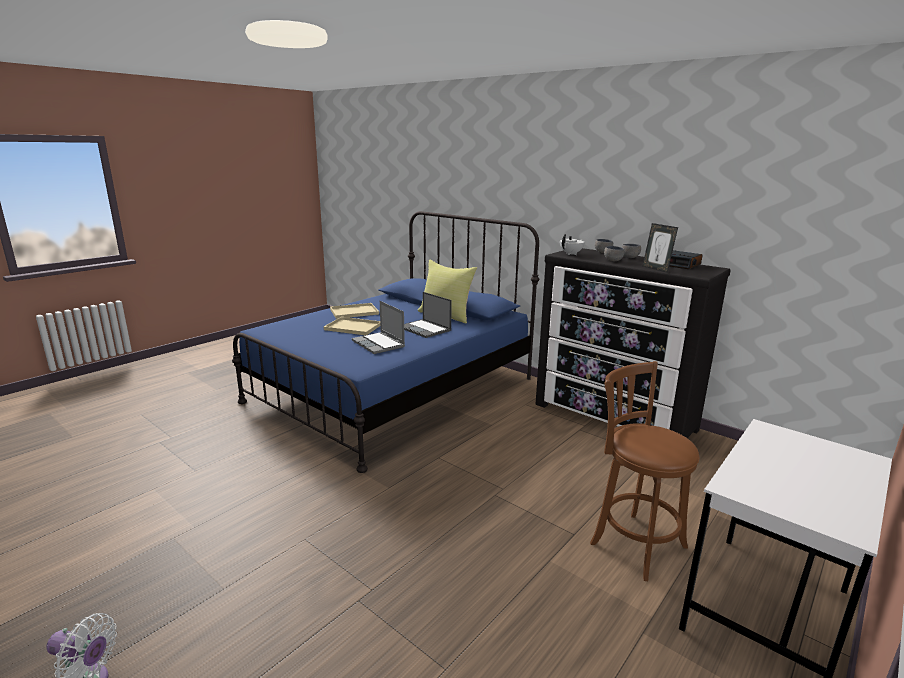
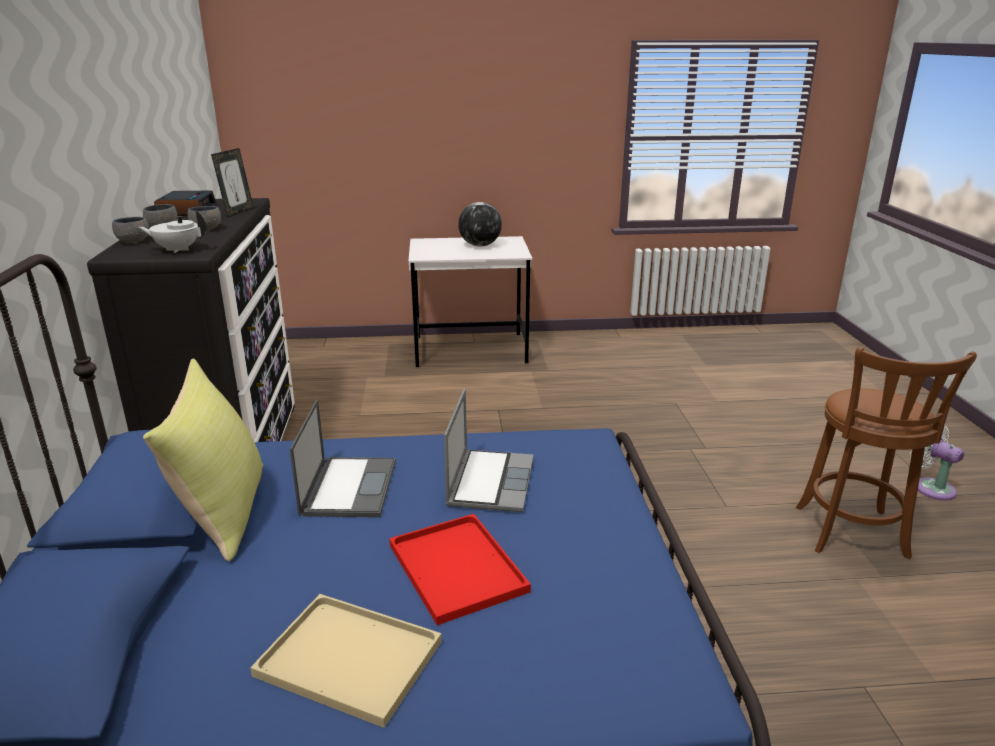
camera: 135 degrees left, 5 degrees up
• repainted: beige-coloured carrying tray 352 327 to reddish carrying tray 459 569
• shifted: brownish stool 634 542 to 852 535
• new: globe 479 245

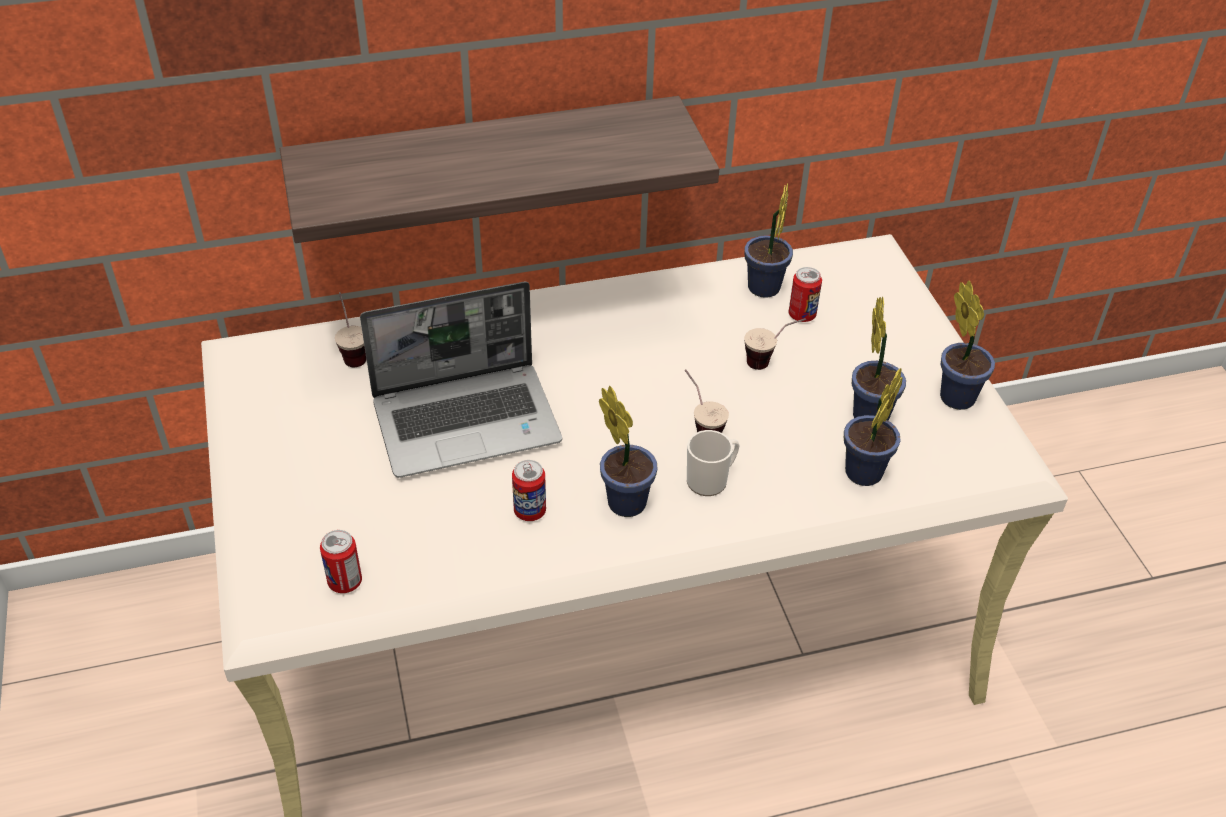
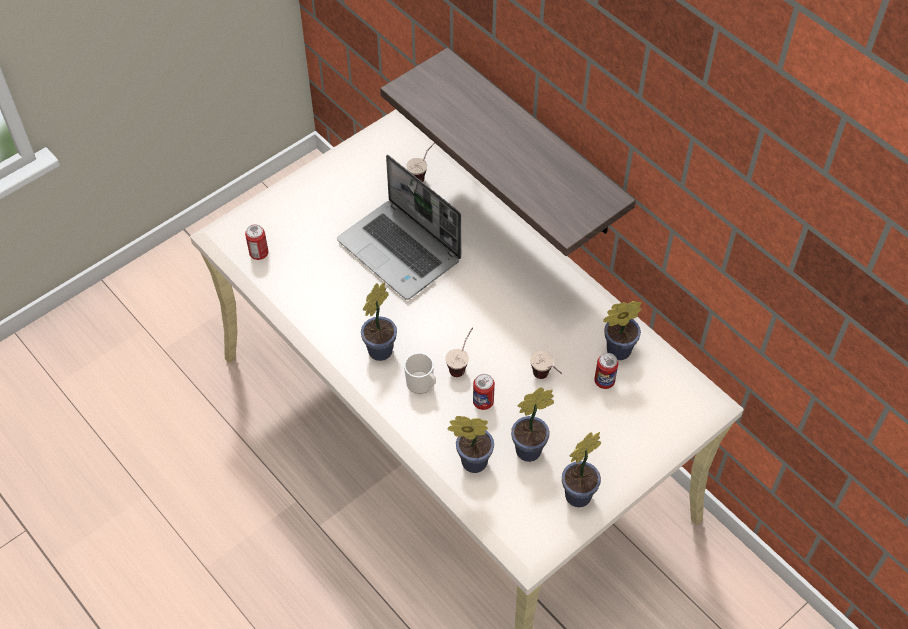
camera: 65 degrees right, 10 degrees up
• shifted: sealed can 530 511 to 483 402

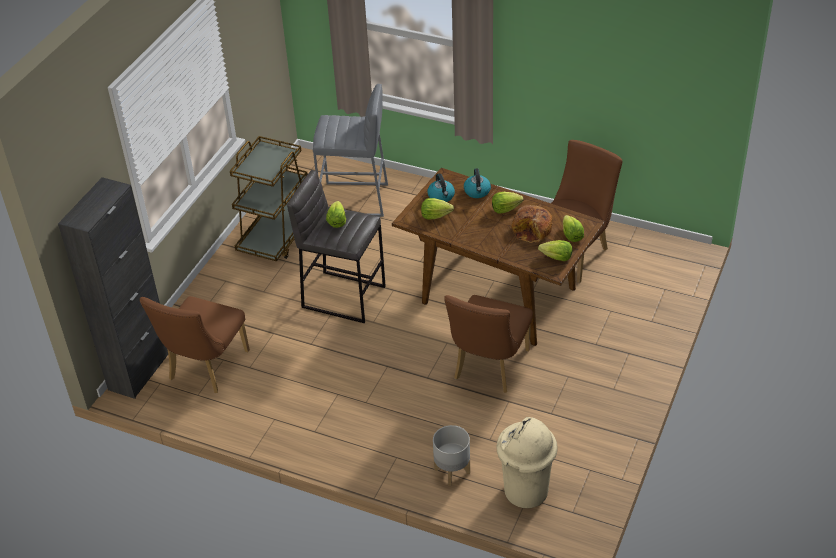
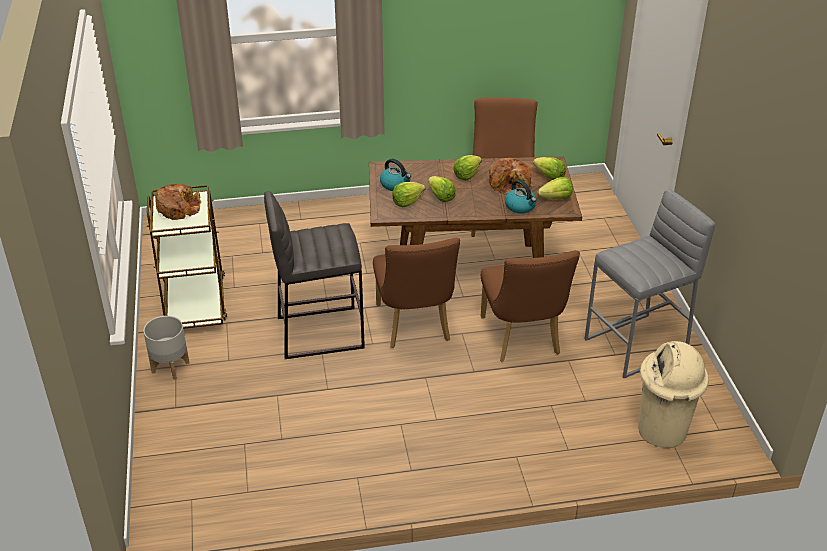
camera: 35 degrees left, 5 degrees down
• gone: black-coloured cabinet 140 370
• shifted: brownish upright chair 205 369 to 415 327
• shifted: greyish stool 355 200 to 637 346
• shifted: lettuce head 337 221 to 440 197
• shifted: greyish flower pot 451 471 to 170 367
• shifted: tea kettle 477 192 to 520 207
• new: baked bread 178 208

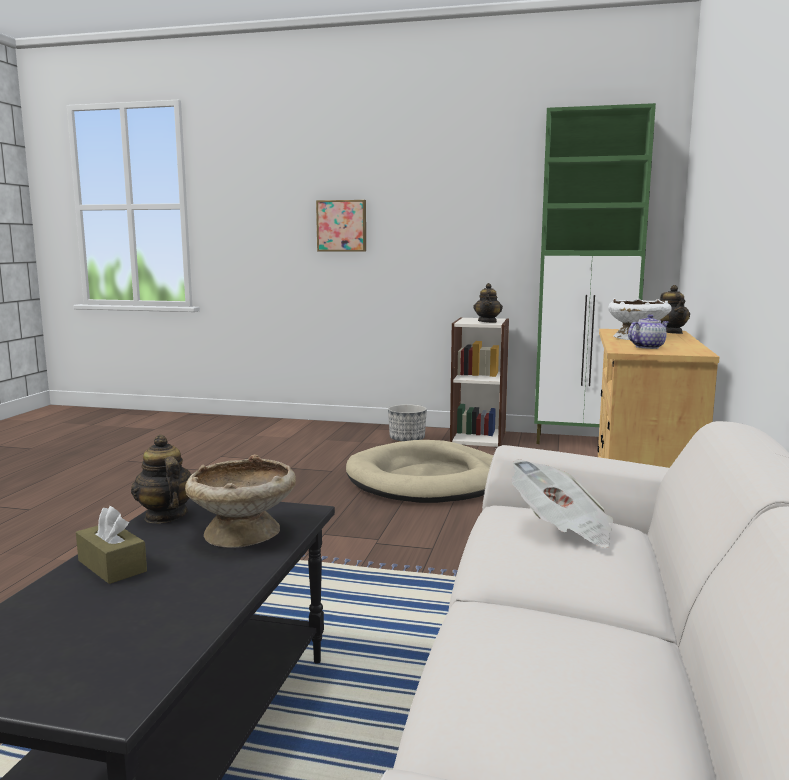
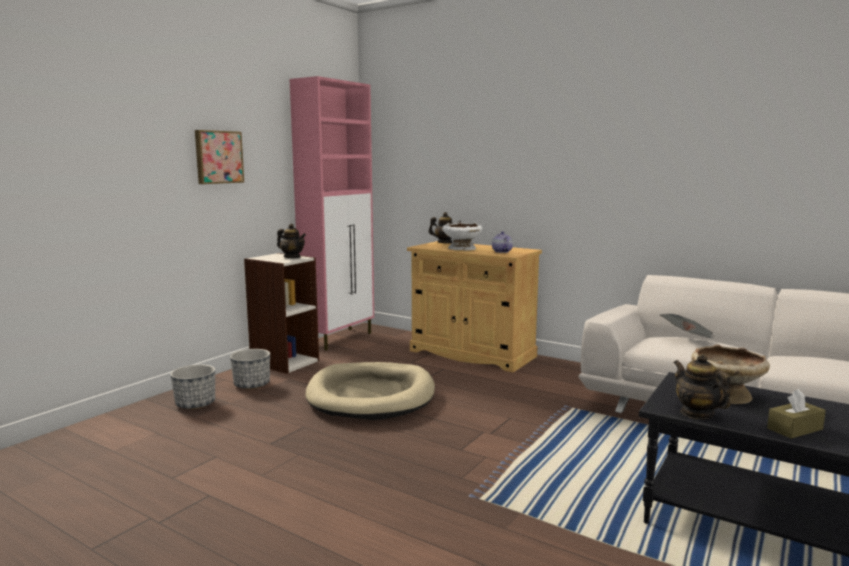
camera: 70 degrees left, 0 degrees up
• rotated: pot for tea 165 516 = 697 413 75 degrees clockwise
• shifted: picture 342 226 to 218 157
• repainted: green cabinet 583 442 to pink cabinet 339 339
• new: flower pot 195 404

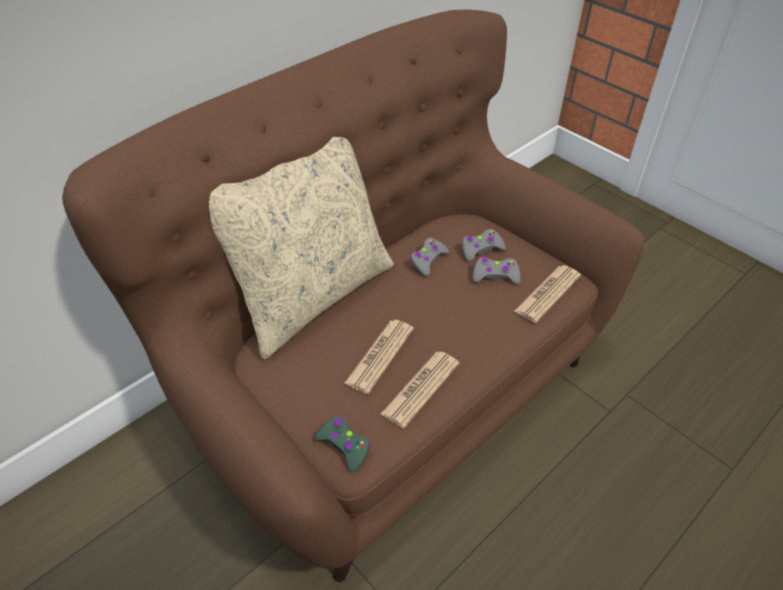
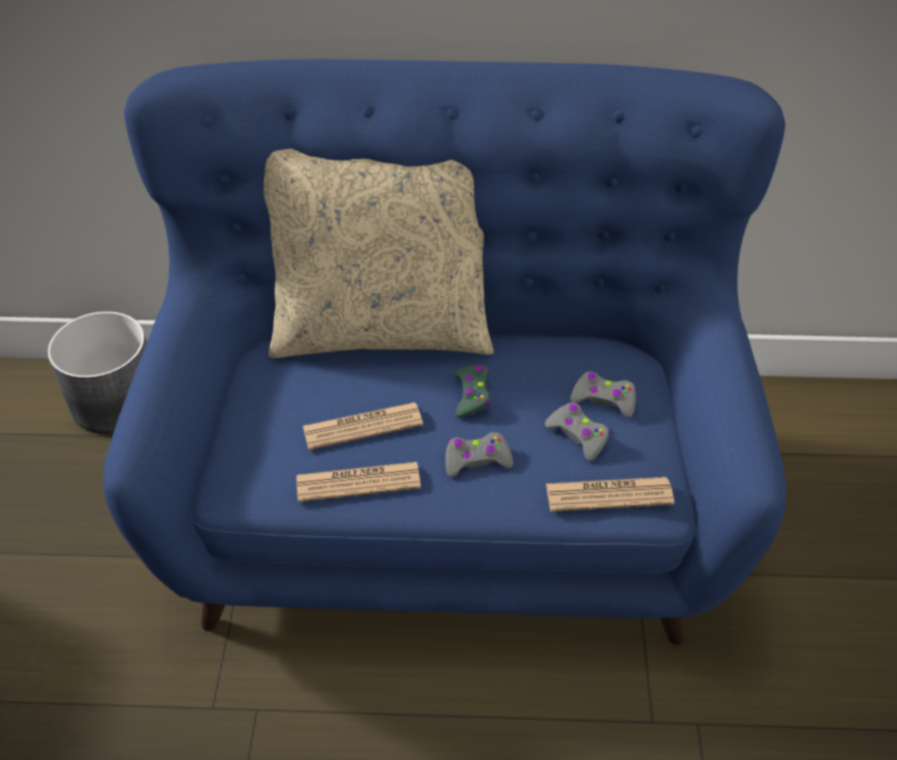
camera: 45 degrees right, 0 degrees up
• repainted: brownish sofa 393 385 to bluish sofa 449 504
• shifted: green gamepad 344 446 to 472 395
• shifted: greyish gamepad 428 260 to 476 460
• new: greyish flower pot 117 400

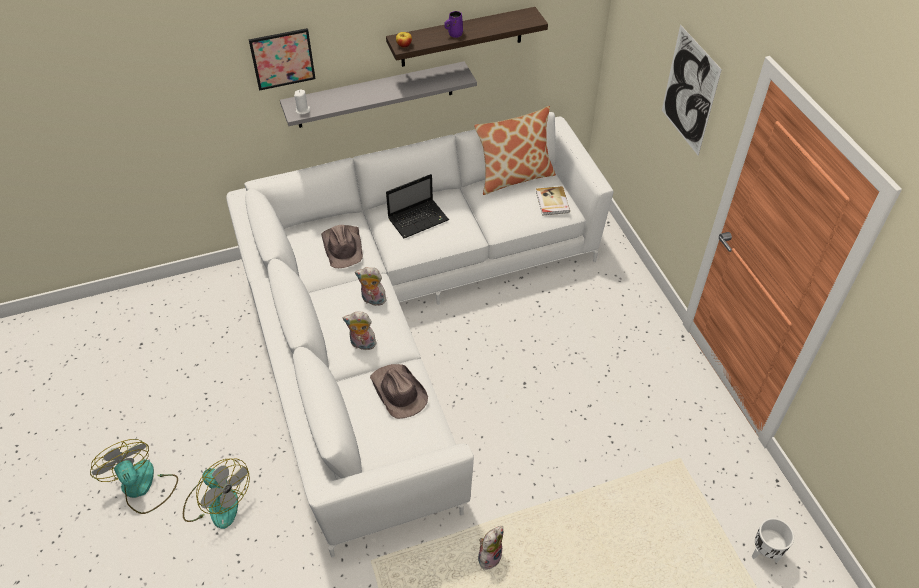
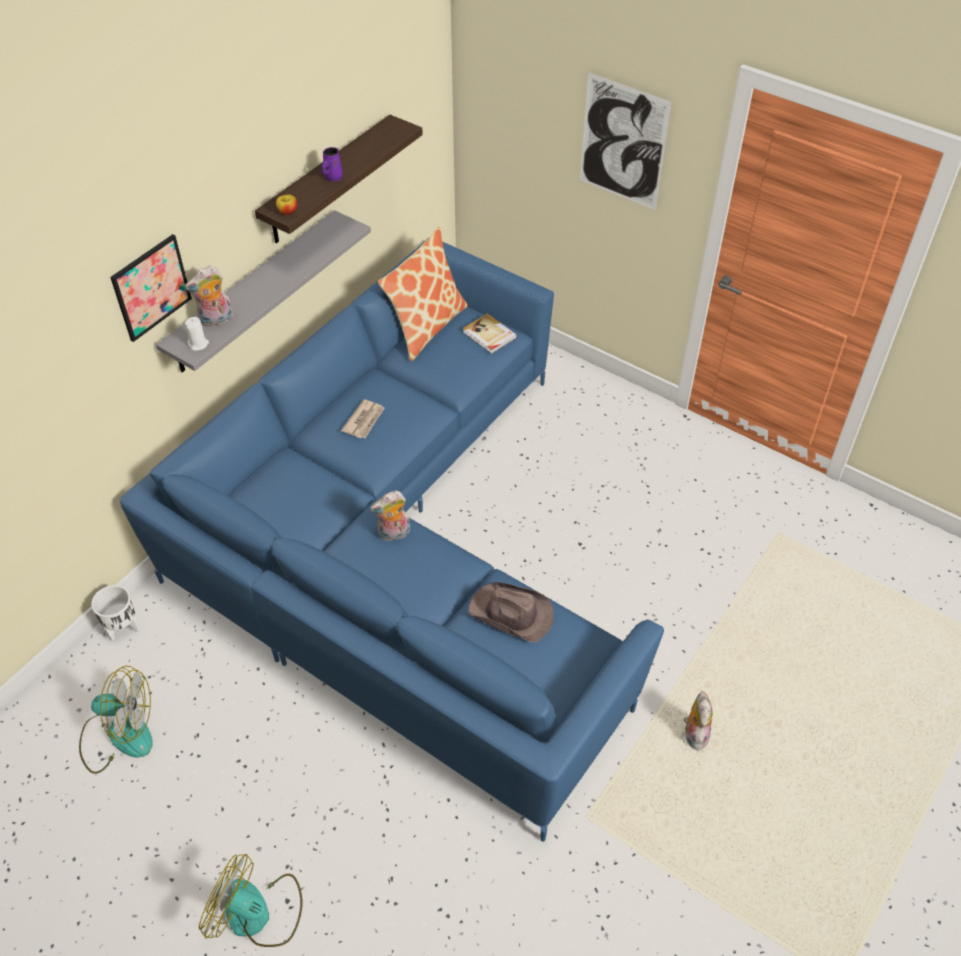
camera: 35 degrees left, 0 degrees up
• shifted: cooling fan 217 502 to 118 735
• repainted: white-coloured sofa 401 321 to bluish sofa 398 551
• gone: brownish wearable hat 343 247
• shifted: plush toy 362 345 to 216 320
• swapped: laptop 419 219 to daily paper 364 420
• shifted: white-coloured flower pot 764 552 to 123 628

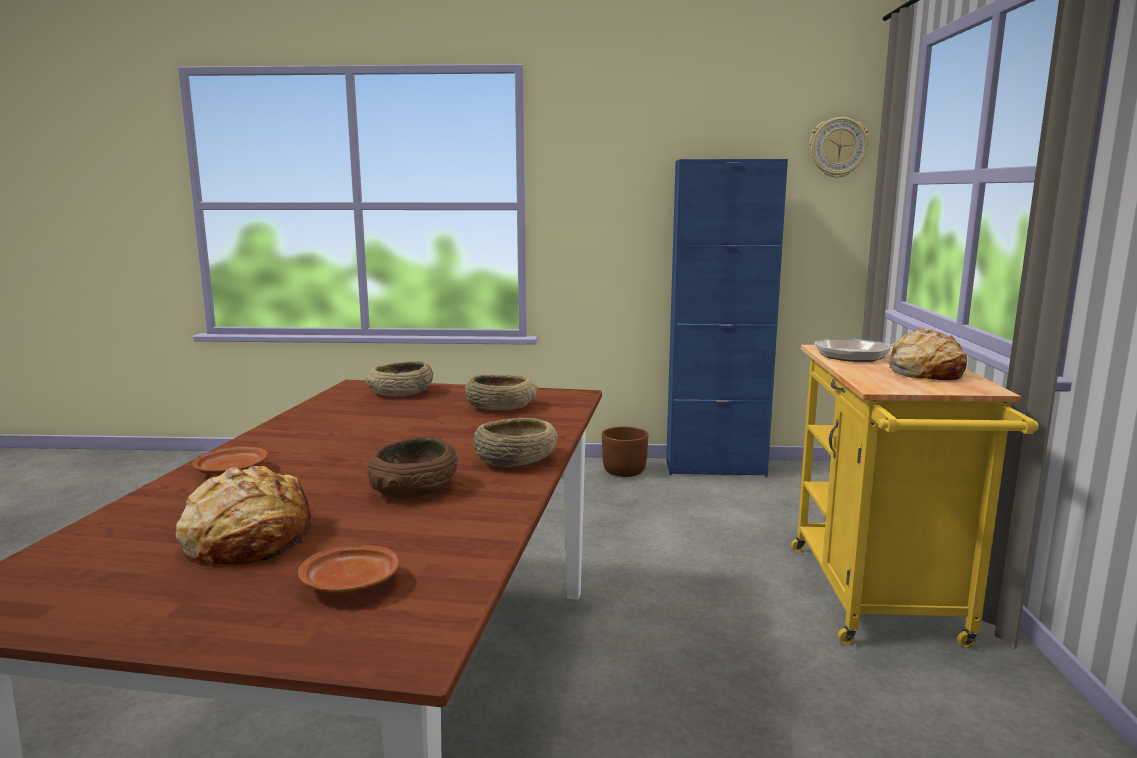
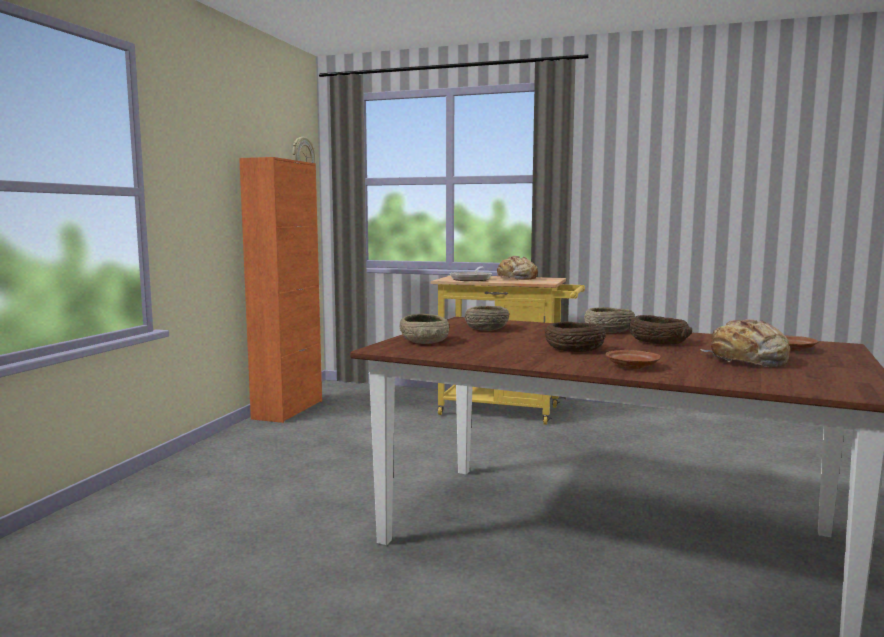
camera: 75 degrees left, 5 degrees down
• gone: brownish flower pot 624 472
• repainted: bluish cabinet 715 468 to orangey cabinet 288 410
• new: brownish serving bowl 573 349

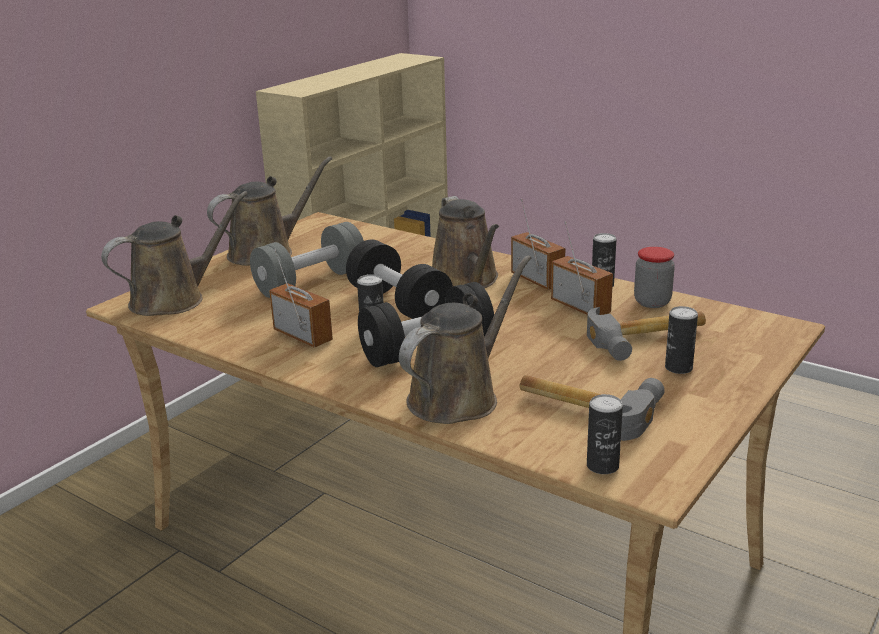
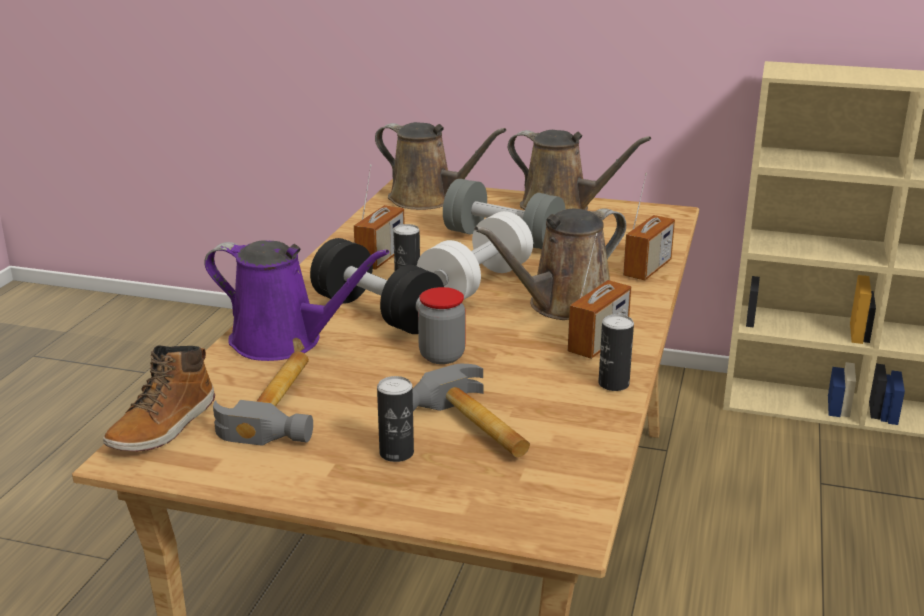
camera: 70 degrees right, 0 degrees up
• repainted: black-coloured free weight 399 304 to white-coloured free weight 476 284
• repainted: brownish watering pot 458 397 to purple watering pot 284 341
• shifted: radio 580 307 to 647 269
• swapped: sealed can 602 466 to tall boot 164 426
• shifted: storage jar 652 302 to 442 356

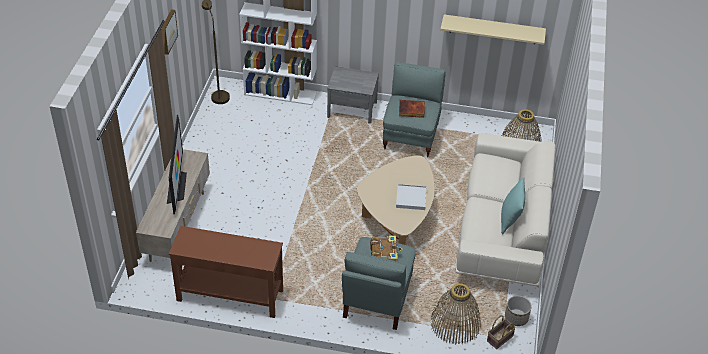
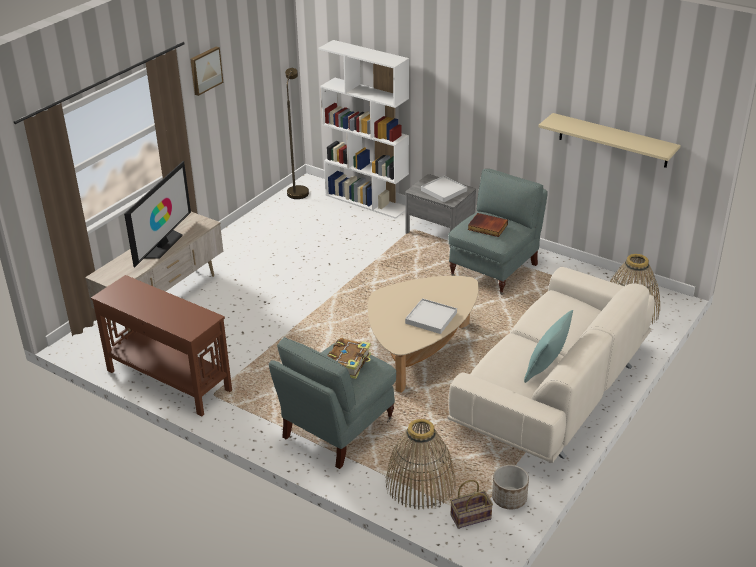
camera: 25 degrees right, 10 degrees down
• new: white-coloured carrying tray 444 191

